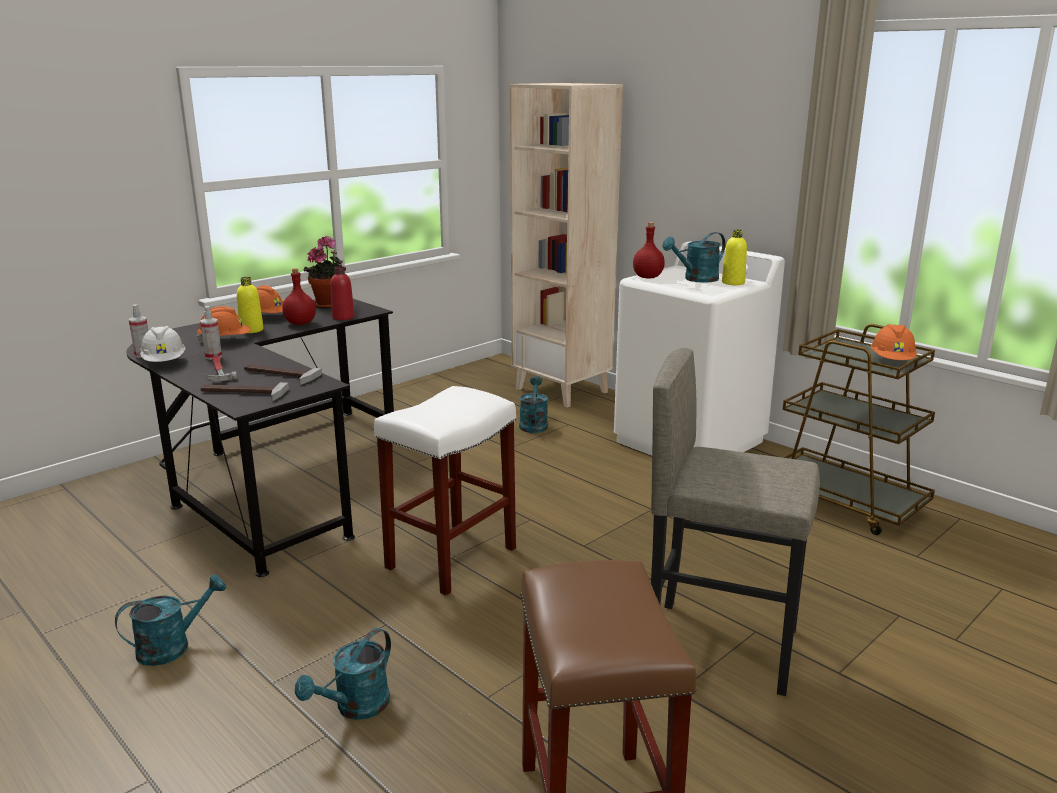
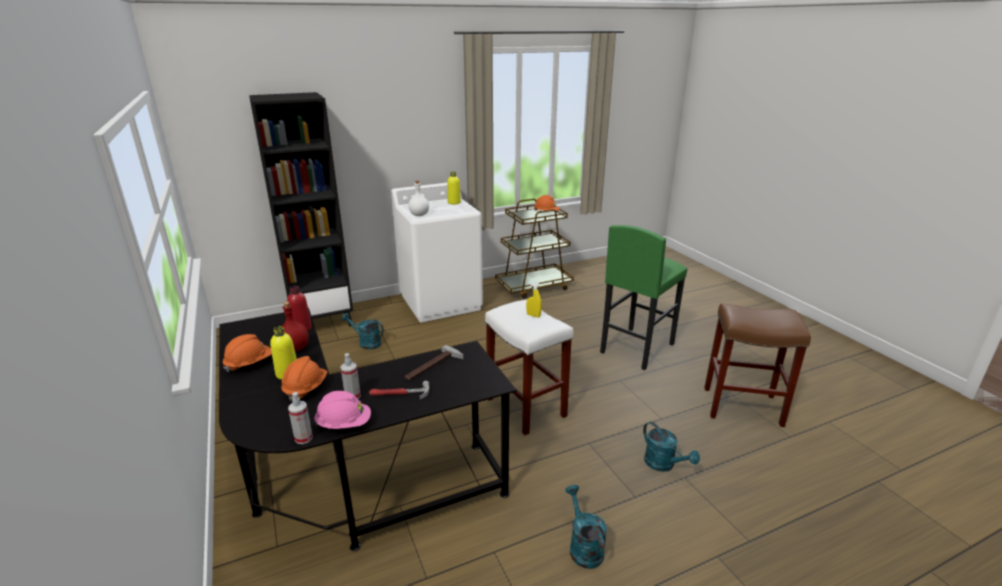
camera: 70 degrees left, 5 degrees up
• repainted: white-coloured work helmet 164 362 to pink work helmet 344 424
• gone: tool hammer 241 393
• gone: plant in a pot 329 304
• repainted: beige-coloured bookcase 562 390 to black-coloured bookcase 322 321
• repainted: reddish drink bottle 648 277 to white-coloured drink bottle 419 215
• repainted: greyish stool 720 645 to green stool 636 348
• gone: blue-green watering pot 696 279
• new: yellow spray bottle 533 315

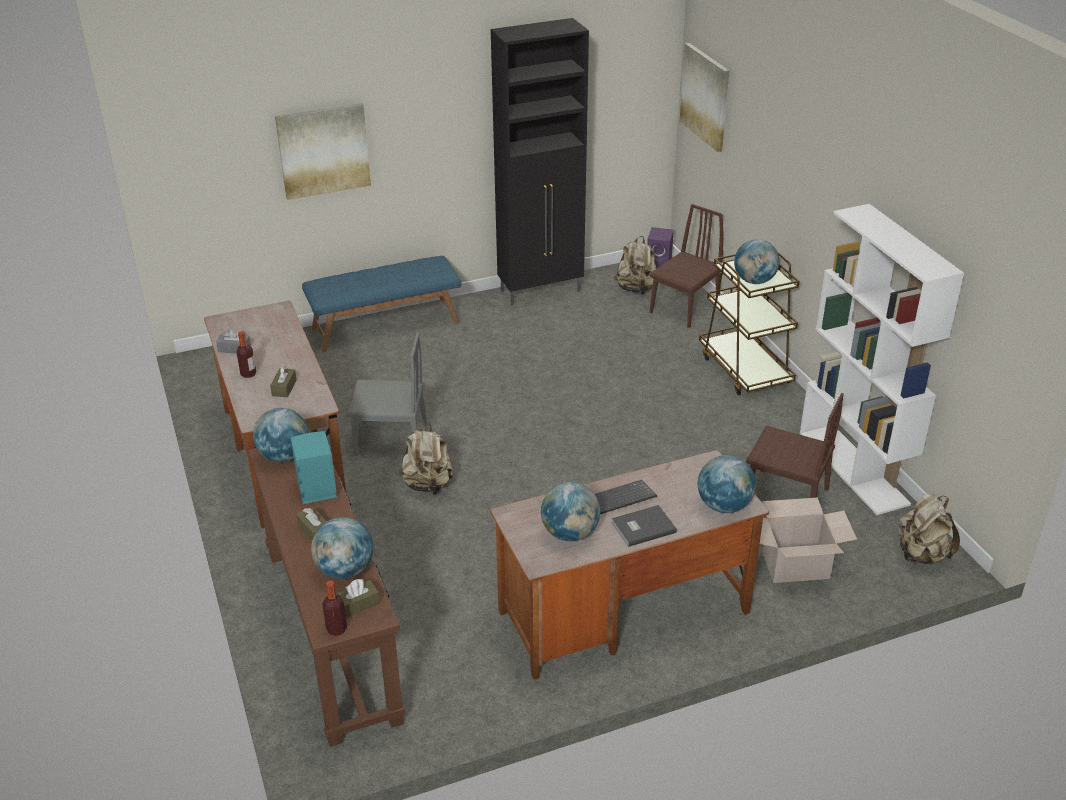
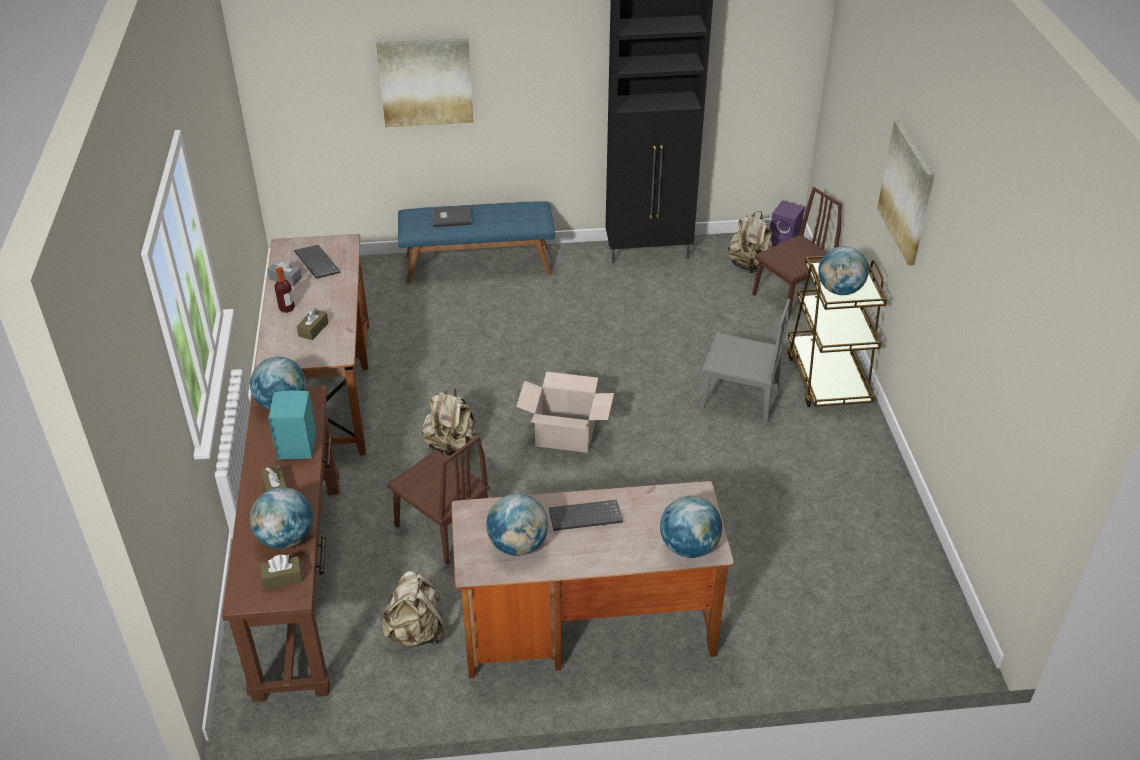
camera: 15 degrees right, 5 degrees up
• gone: drink bottle 336 629
• shifted: greyish upright chair 390 439 to 739 398
• shifted: greyish volume 642 527 to 451 217
• shifted: picture 705 96 to 907 192
• shifted: brownish upright chair 785 496 to 443 527
• shifted: carton 795 565 to 564 435
• gone: white-coloured bookcase 854 468
• shifted: beige-coloured backpack 921 554 to 416 632
• new: keyboard 316 263

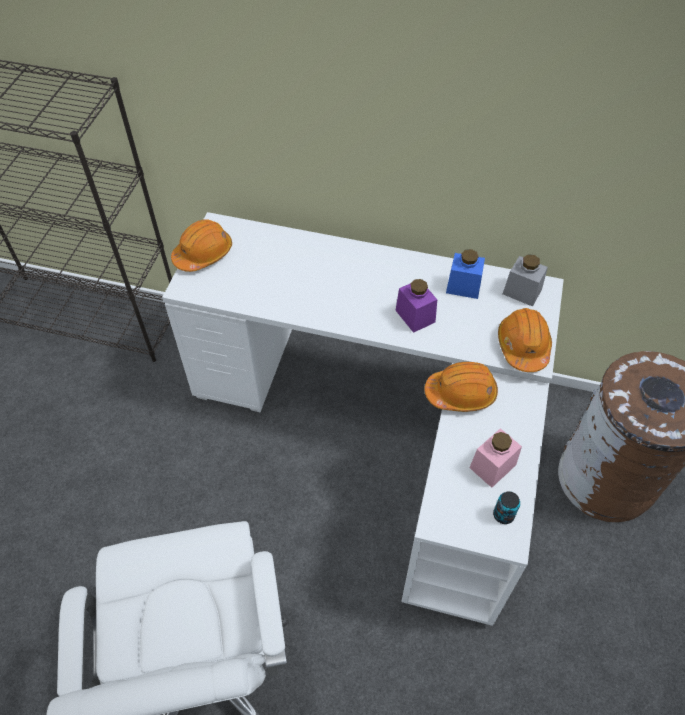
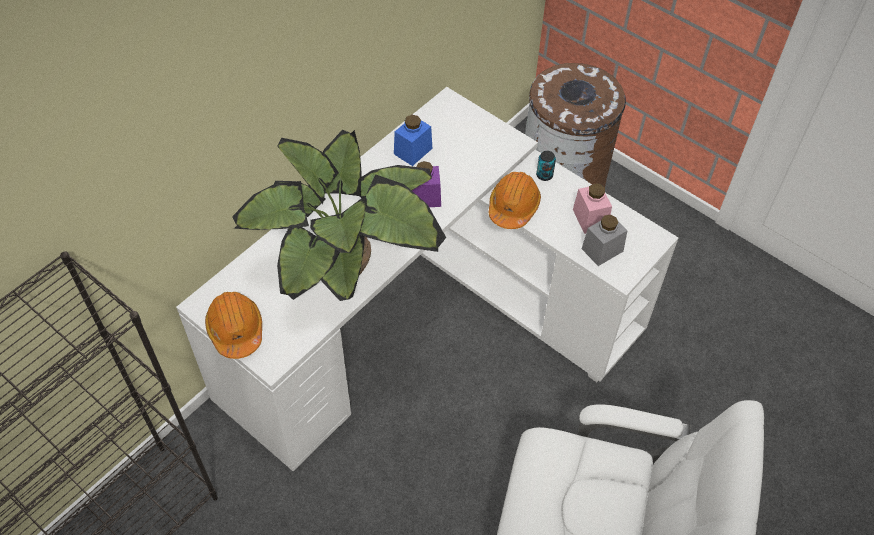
camera: 65 degrees left, 0 degrees up
• shifted: sealed can 503 515 to 544 175
• gone: orangey work helmet 523 346
• shifted: greyish storage jar 522 291 to 602 250
• new: plant in a pot 350 272

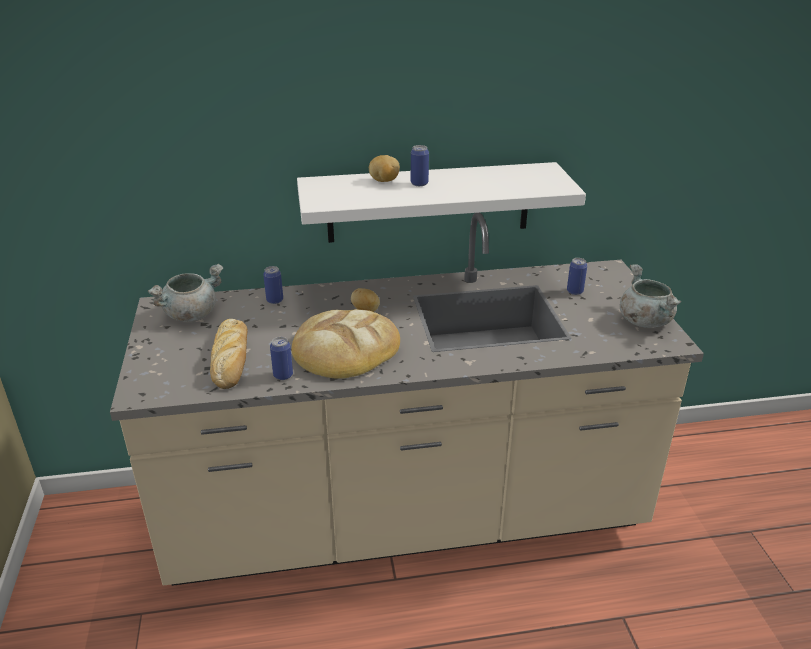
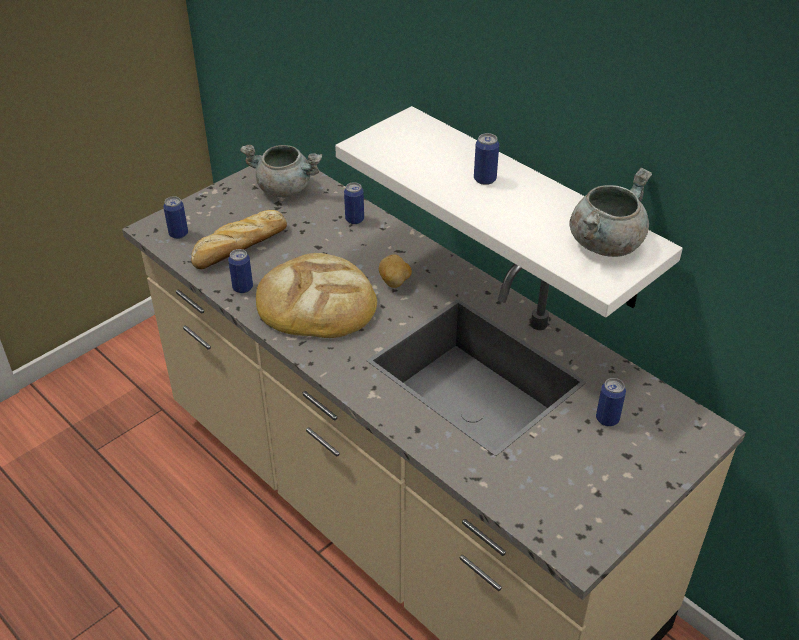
camera: 55 degrees right, 10 degrees up
• gone: spud 384 181
• shifted: greyish saucepot 644 321 to 605 243
• new: sealed can 178 234

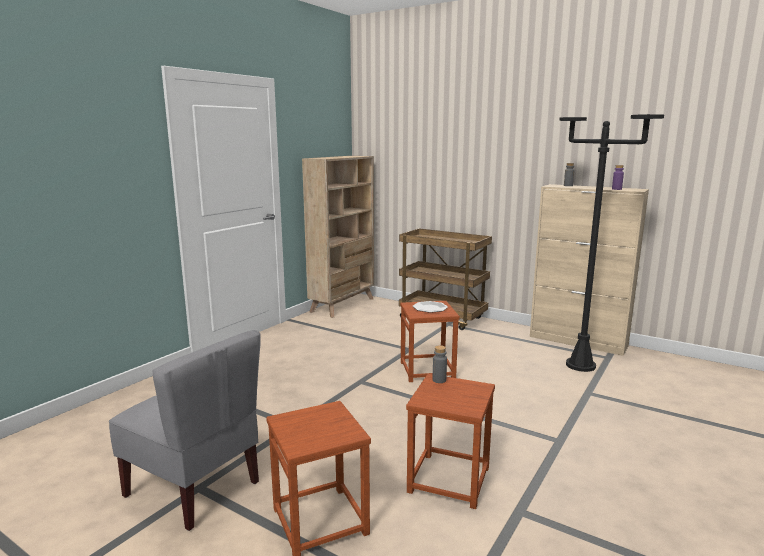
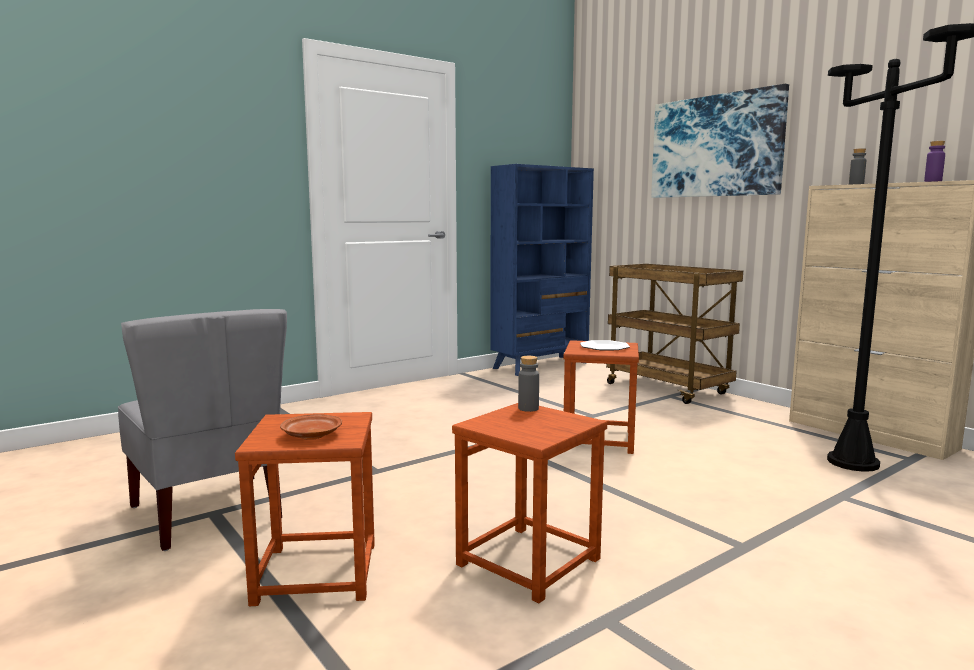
camera: 20 degrees right, 5 degrees down
• repainted: beige-coloured bookcase 343 305 to bluish bookcase 541 365
• new: brownish dinner plate 311 435
• new: picture 715 146

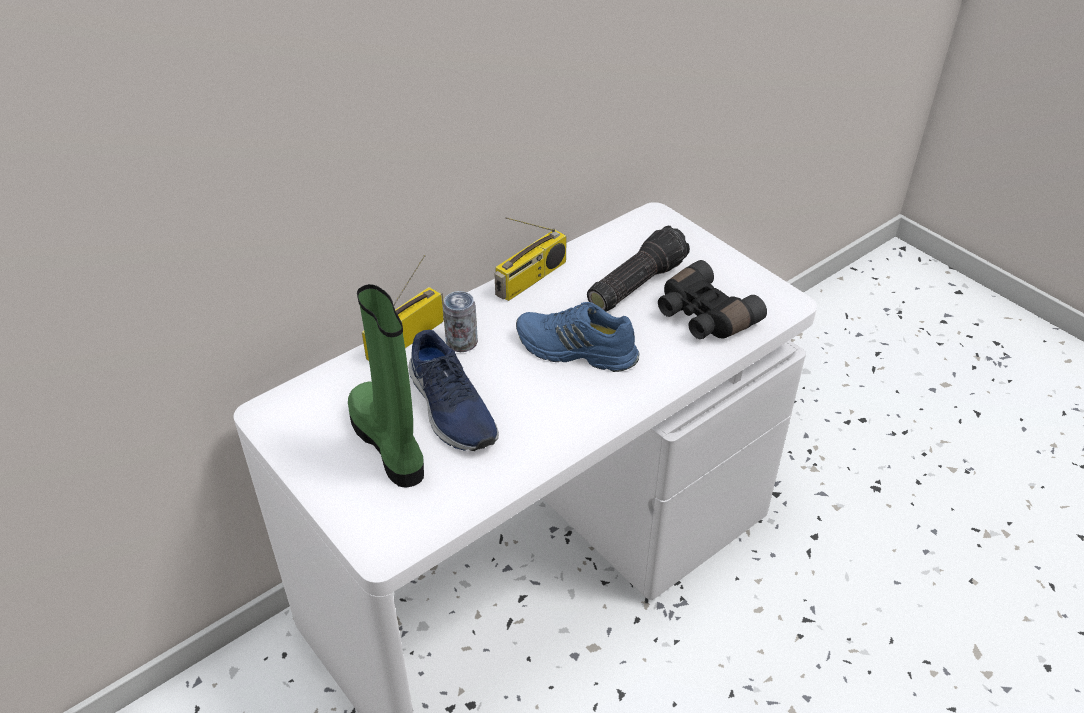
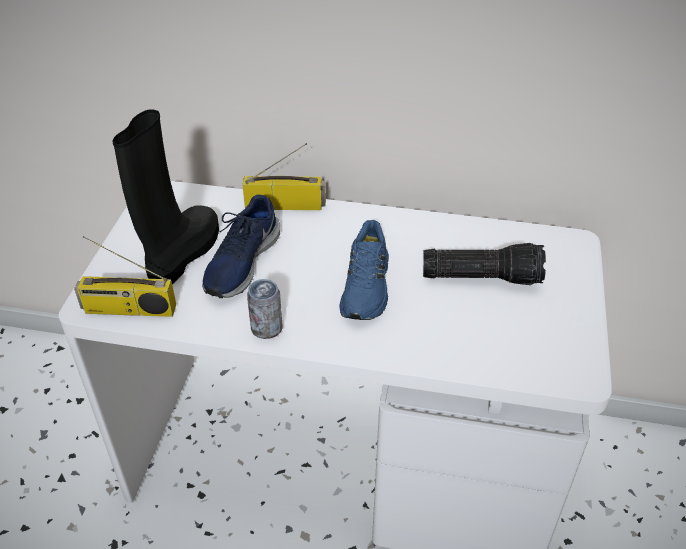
camera: 50 degrees right, 0 degrees up
• repainted: green tall boot 390 443 to black-coloured tall boot 182 255
• shifted: sealed can 461 343 to 266 328
• shifted: radio 531 279 to 128 310
• rotated: bluish shoe 575 351 = 367 287 150 degrees counterclockwise
• gone: black-coloured field glasses 702 316

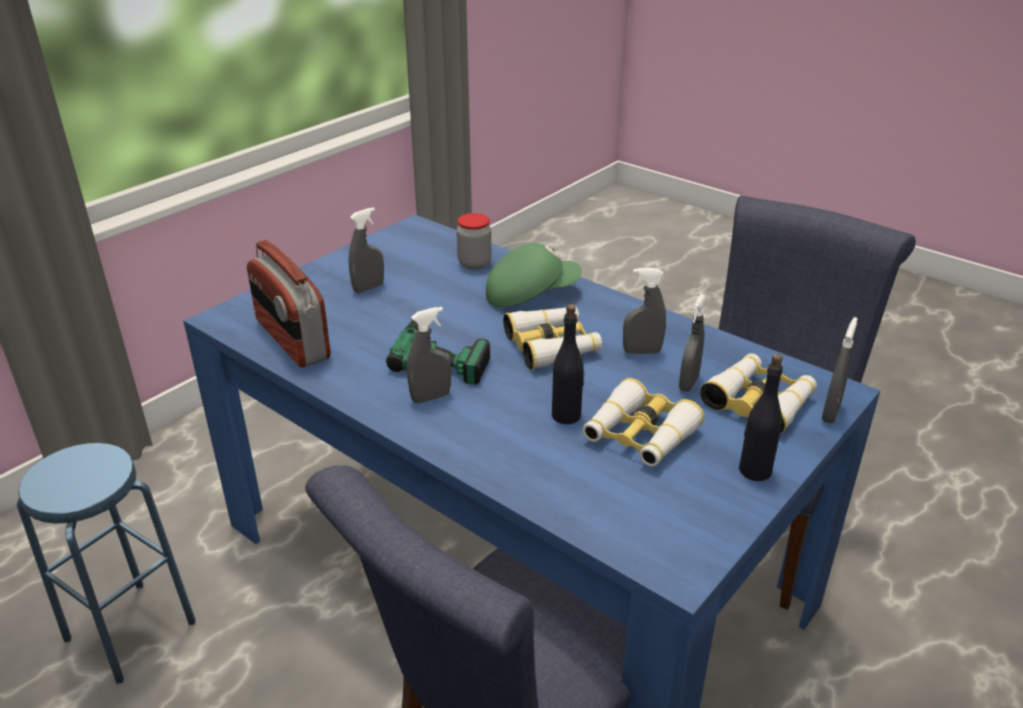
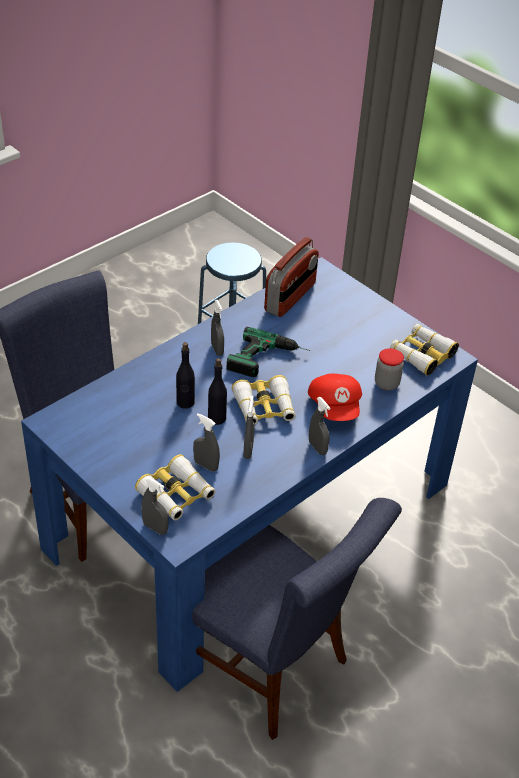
camera: 95 degrees right, 10 degrees up
• rotated: radio 291 340 = 290 297 150 degrees clockwise
• shifted: greyish spray bottle 368 288 to 317 448
• repainted: green baseball cap 530 294 to reddish baseball cap 335 407
• shifted: field glasses 639 435 to 422 354
• shifted: black-coloured drink bottle 754 470 to 217 418

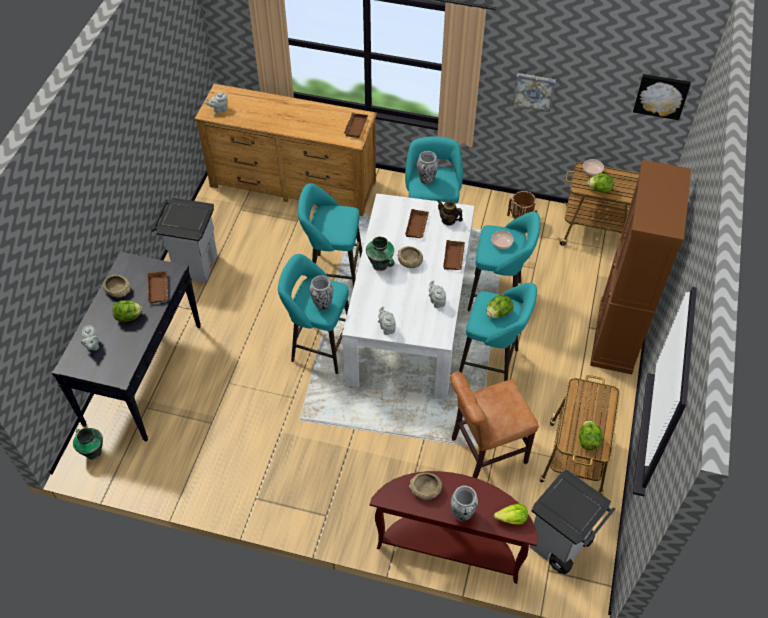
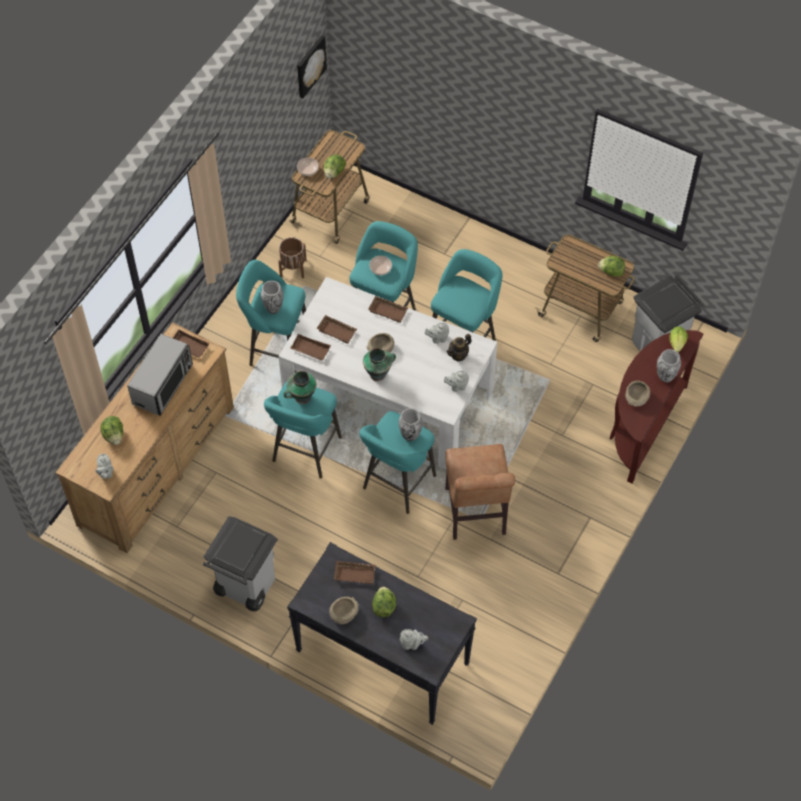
camera: 75 degrees left, 5 degrees up
• shifted: decorative vase 93 452 to 301 397
• shifted: pot for tea 448 220 to 458 355
• shifted: brownish upright chair 484 451 to 475 515
• shifted: lettuce head 498 313 to 114 435
• gone: picture 534 91
• gone: brownish cabinet 615 337
• new: kitchen microwave 163 384
• new: brownish carrying tray 309 350

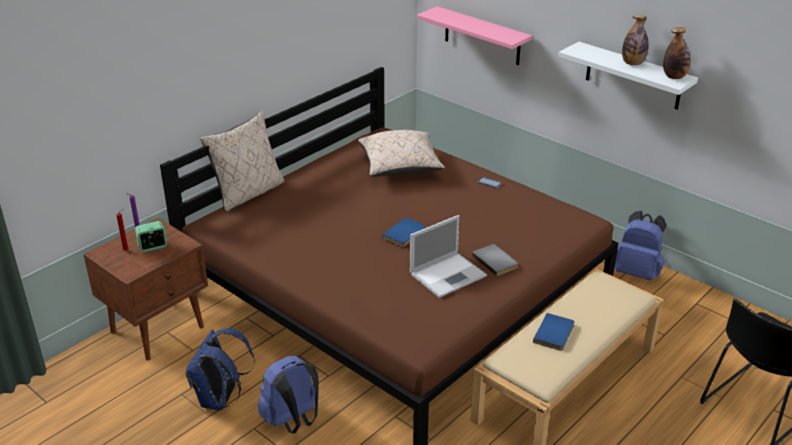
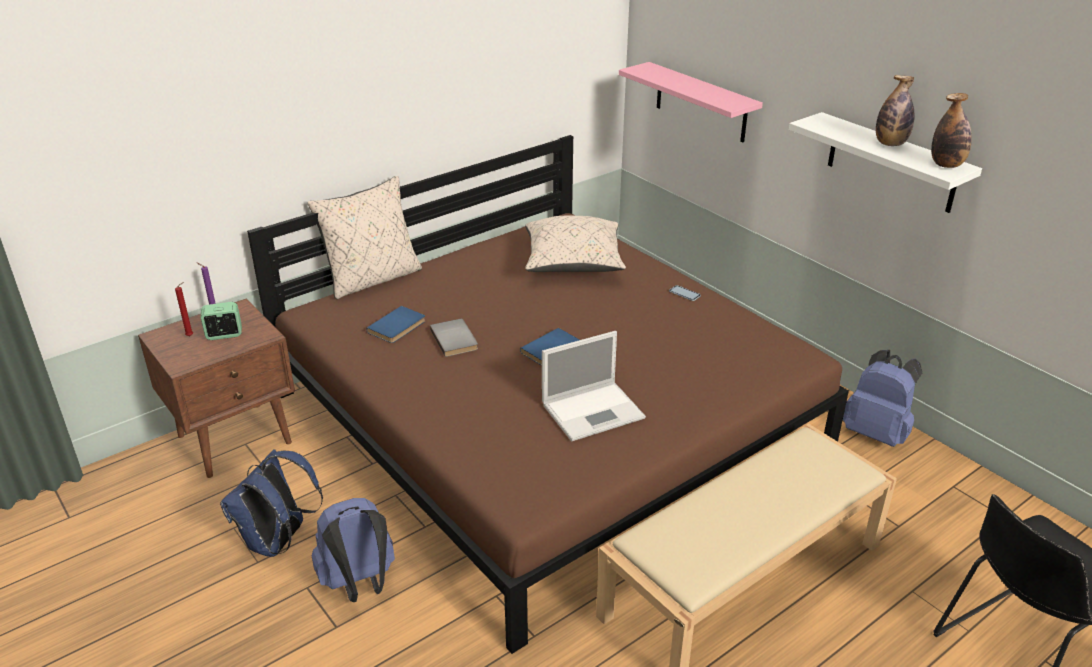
camera: 10 degrees right, 0 degrees up
• shifted: greyish volume 496 261 to 456 339
• shifted: bluish volume 555 334 to 398 327

